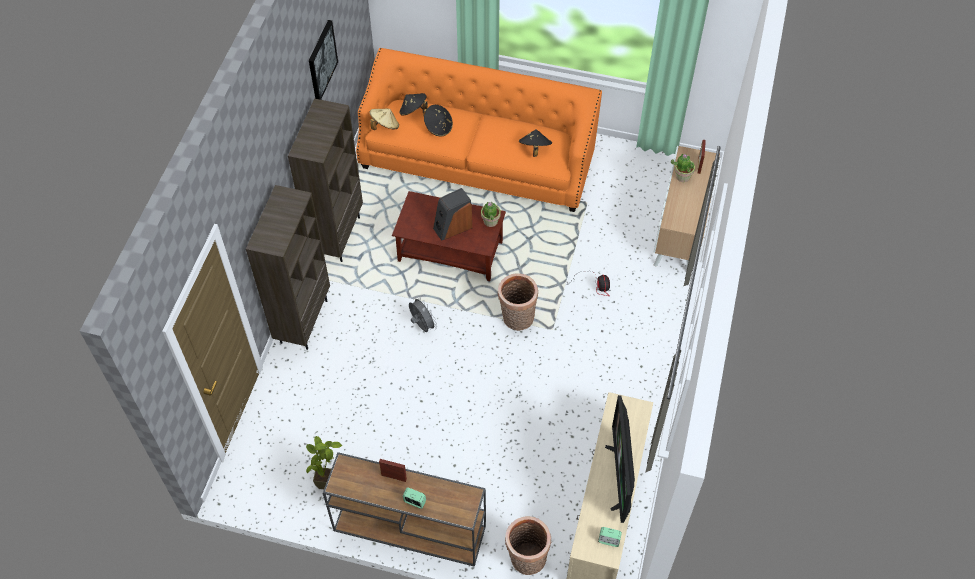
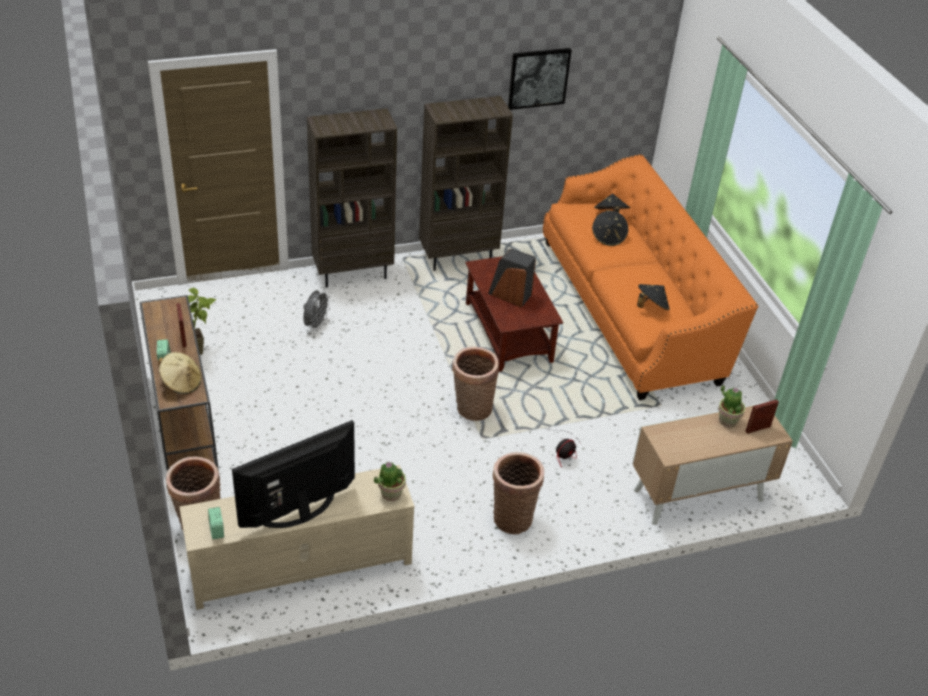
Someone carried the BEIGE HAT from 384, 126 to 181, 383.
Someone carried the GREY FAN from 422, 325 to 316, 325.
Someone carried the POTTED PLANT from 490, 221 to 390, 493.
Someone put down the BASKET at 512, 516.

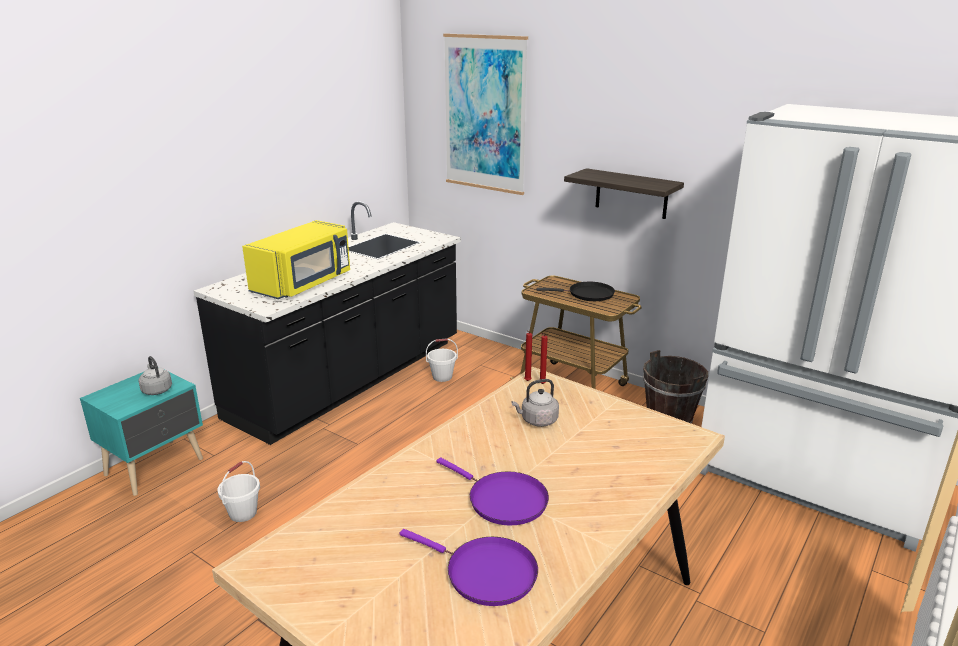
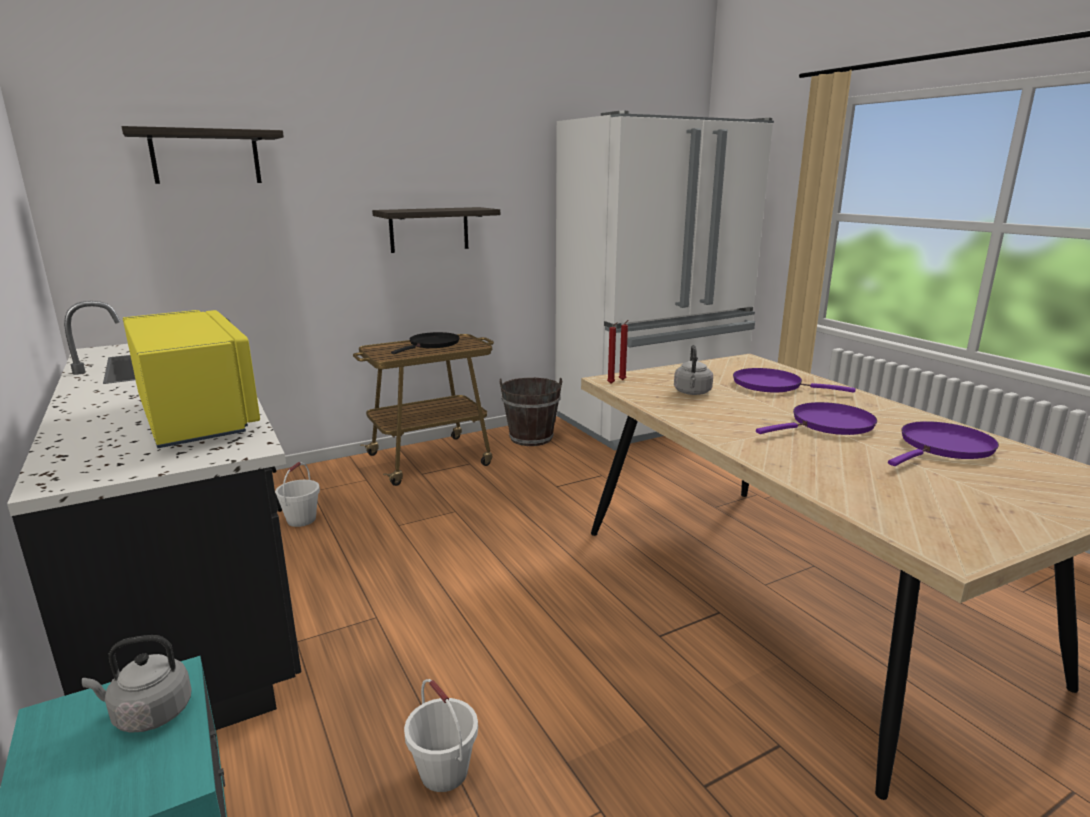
Someone swapped the PICTURE at 485, 114 for the SHELF at 206, 157.
Someone put down the PURPLE FRYING PAN at 771, 385.

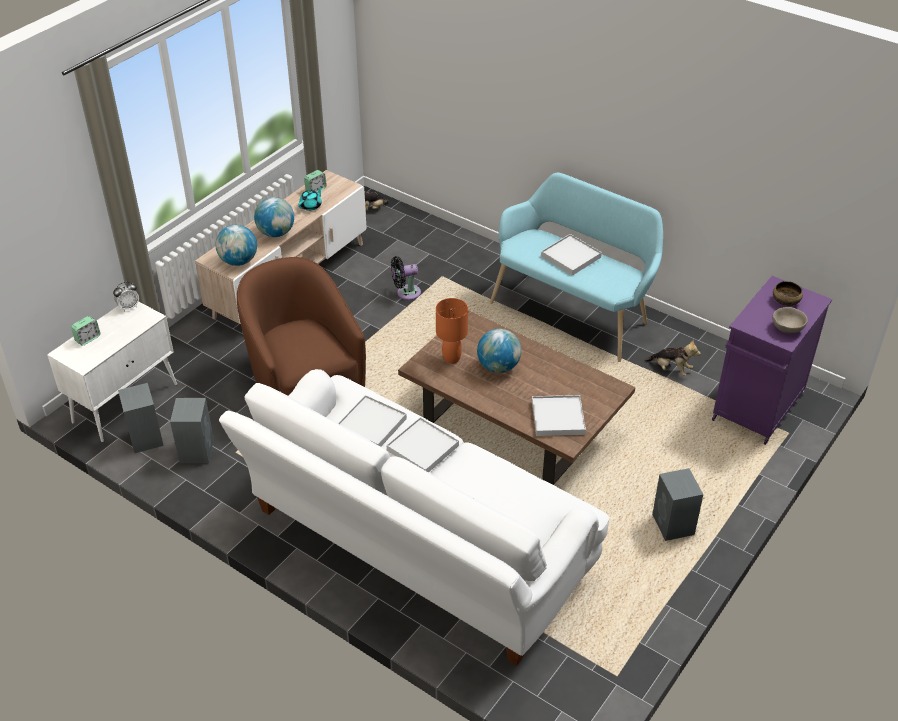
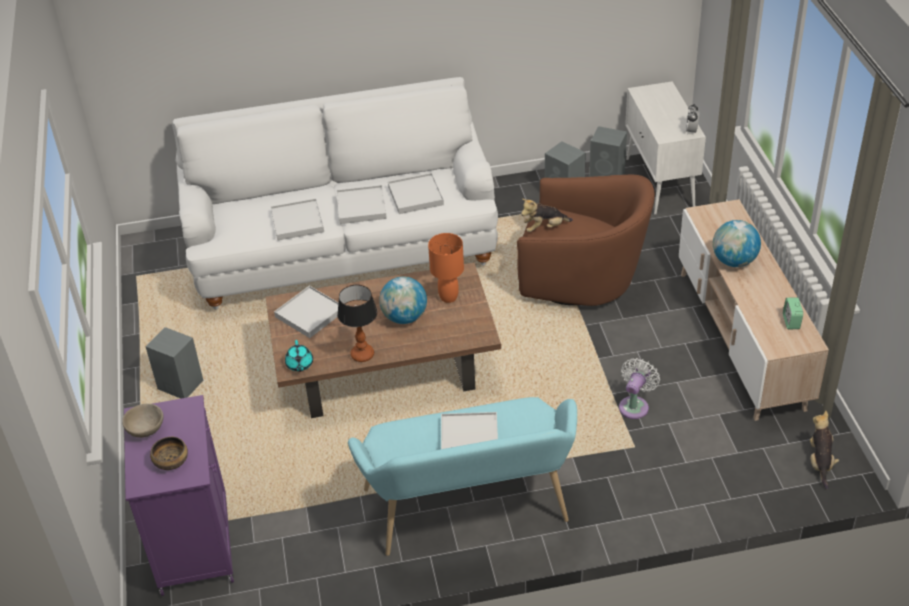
Someone put down the WHITE TRAY at 297, 222.
Someone carried the TURQUOISE TEAPOT from 311, 206 to 299, 364.
Someone put down the TABLE LAMP at 362, 354.
Someone carried the PLUSH TOY from 671, 369 to 544, 228.
Someone repainted the BLACK FAN at 406, 293, which became the WHITE FAN at 635, 405.
Someone took away the ALARM CLOCK at 88, 339.
Someone took away the GLOBE at 238, 261.

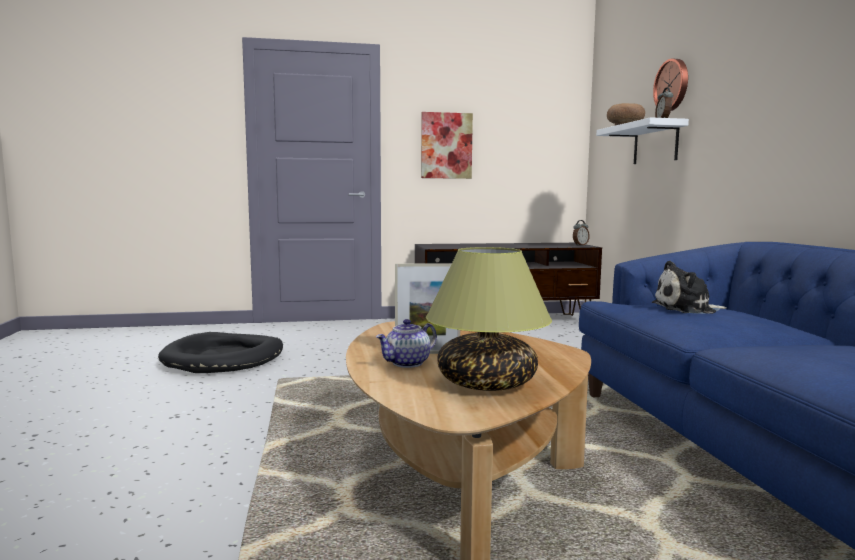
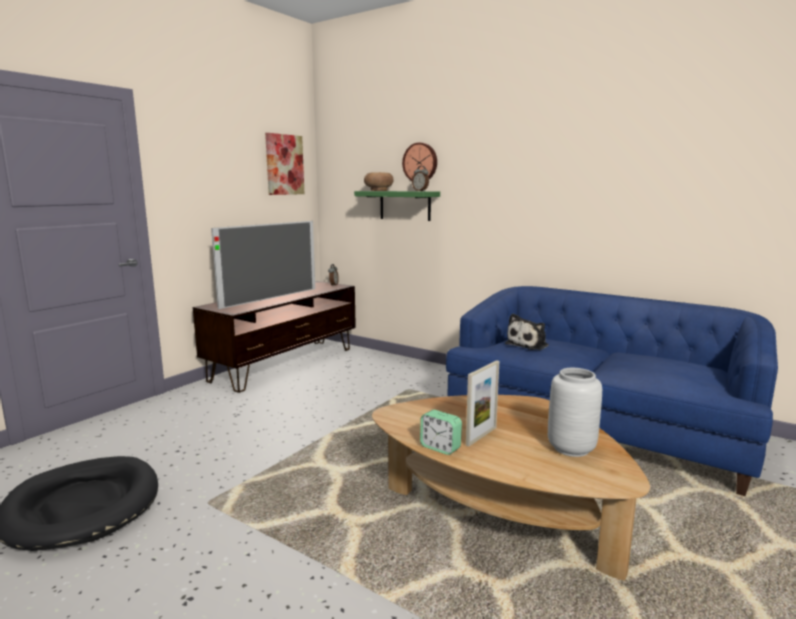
Someone put down the TELEVISION at 271, 298.
Someone carried the PICTURE from 446, 145 to 284, 164.
Someone repainted the WHITE SHELF at 655, 143, which became the GREEN SHELF at 405, 205.
Someone put down the ALARM CLOCK at 440, 447.
Someone swapped the TABLE LAMP at 487, 383 for the GREY VASE at 571, 448.
Someone took away the TEAPOT at 407, 363.

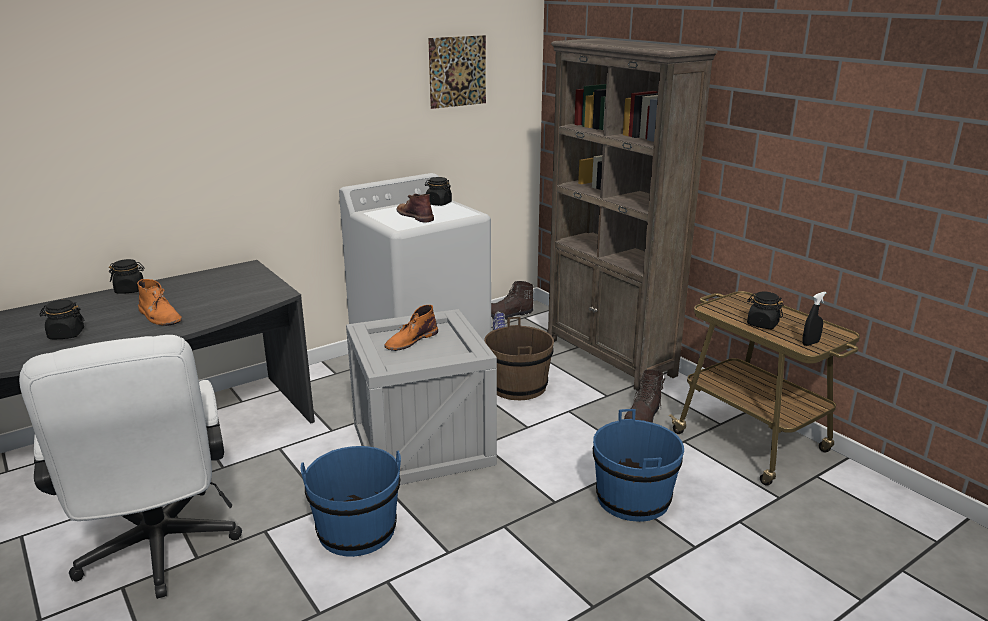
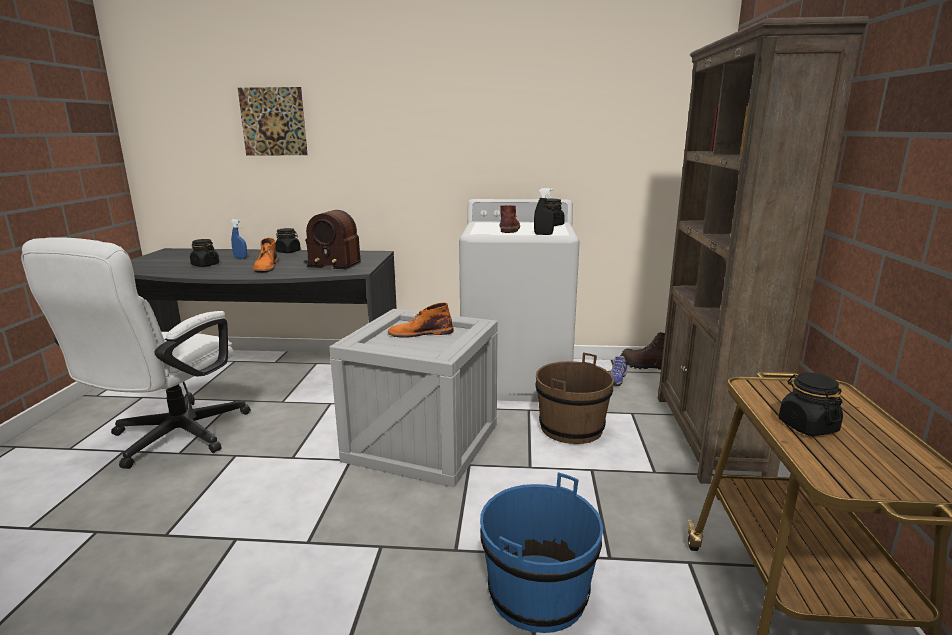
Someone put down the BLUE SPRAY BOTTLE at 240, 258.
Someone carried the PICTURE from 457, 71 to 273, 121.
Someone put down the RADIO at 332, 263.
Someone carried the BLACK SPRAY BOTTLE from 810, 343 to 543, 234.
Someone took away the BLUE BUCKET at 357, 530.
Someone took away the BROWN BOOT at 643, 419.

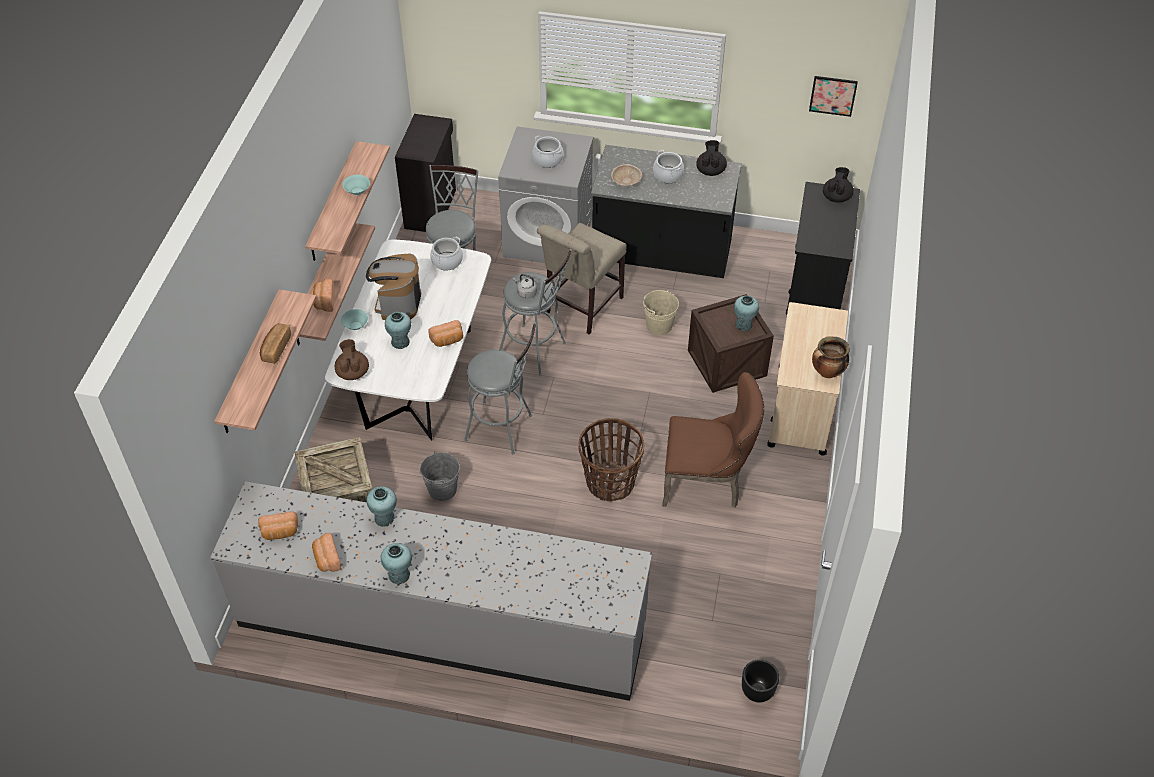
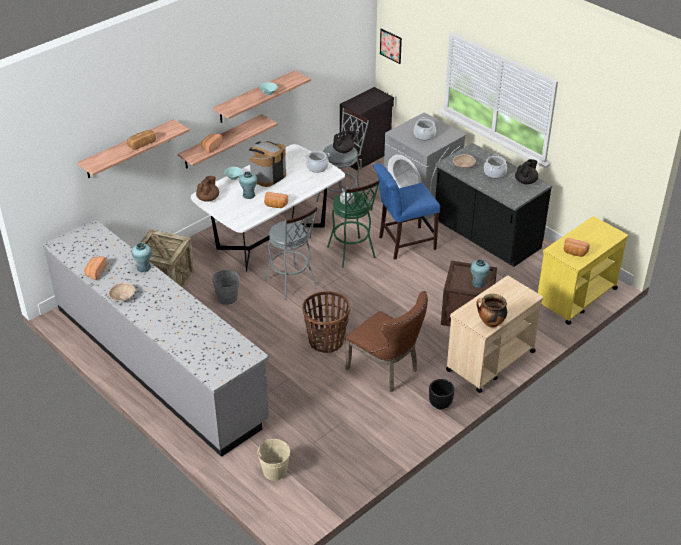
Someone swapped the TURQUOISE VASE at 399, 575 for the BEIGE BOWL at 122, 297.
Someone carried the BEIGE BUCKET from 659, 325 to 275, 471.
Someone repainted the GREY STOOL at 536, 352, which became the GREEN STOOL at 352, 254.
Someone carried the BLACK TEAPOT from 836, 197 to 344, 150.
Someone repainted the BEIGE CHAIR at 581, 307, which became the BLUE CHAIR at 403, 243.
Someone carried the PICTURE from 833, 95 to 391, 46.
Someone carried the BLACK PLANTER from 757, 692 to 440, 404.
Someone repainted the BLACK CART at 816, 284, which became the YELLOW CART at 575, 297.
Someone carried the BREAD from 280, 532 to 574, 253.

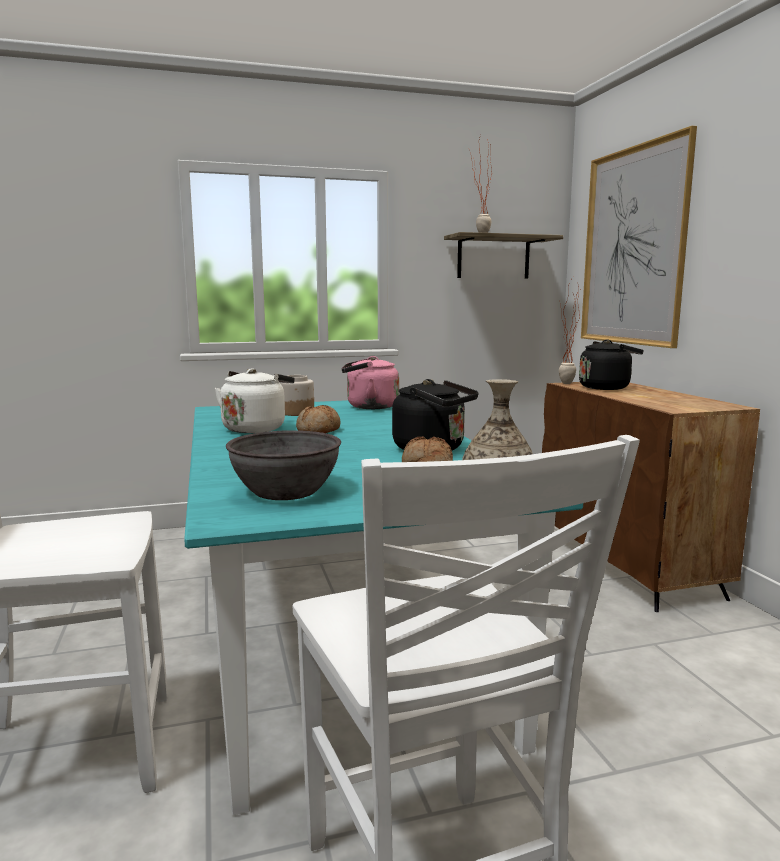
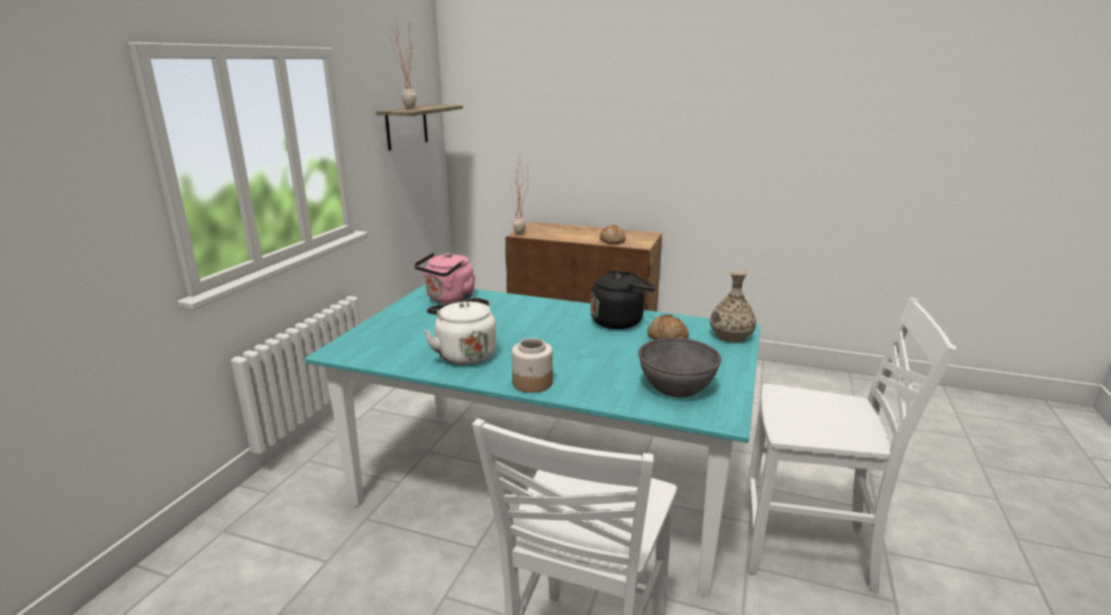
Someone carried the JAR from 297, 413 to 532, 383.
Someone carried the BREAD from 319, 431 to 612, 241.
Someone took away the BLACK KETTLE at 606, 387.
Someone took away the PICTURE at 633, 247.

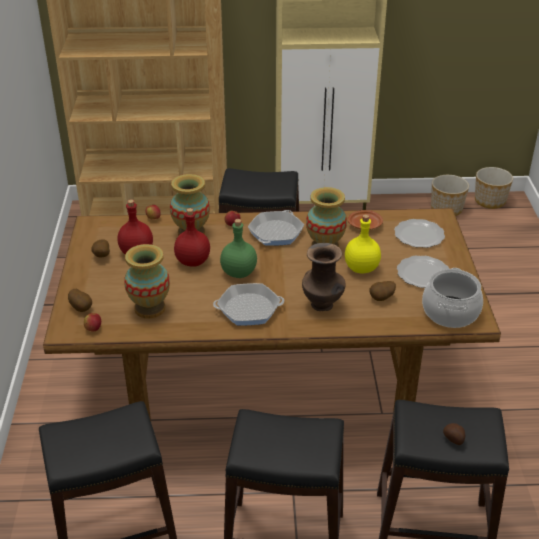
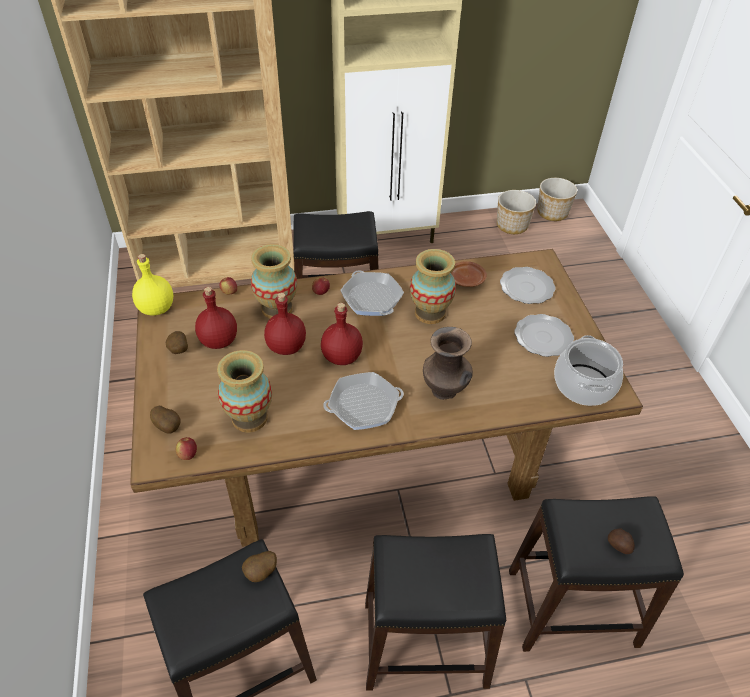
Someone carried the YELLOW BOTTLE from 361, 268 to 157, 308.
Someone carried the POTATO from 382, 299 to 261, 573.
Someone repainted the GREEN BOTTLE at 239, 273, which became the RED BOTTLE at 342, 357.
Someone rotated the FRYING PAN at 276, 232 by 135 degrees clockwise.

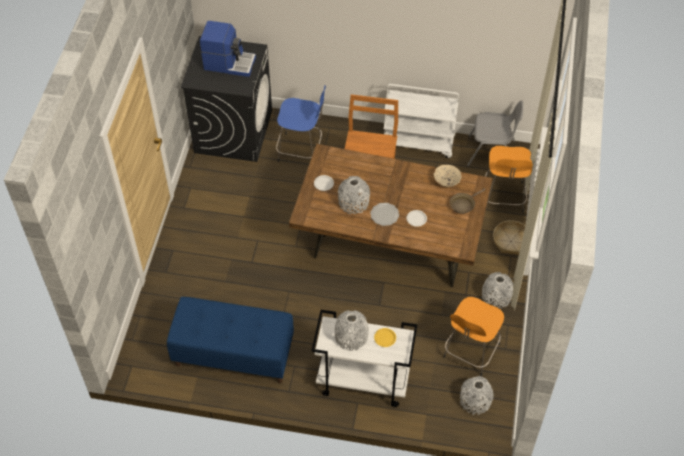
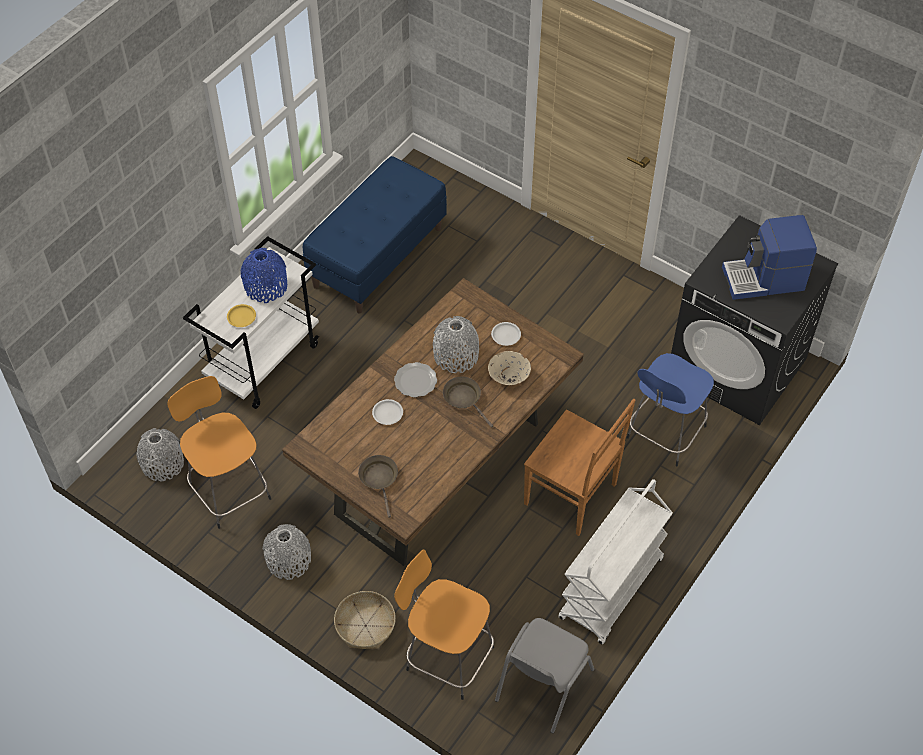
Someone repainted the GREY VASE at 351, 336, which became the BLUE VASE at 266, 287.
Someone put down the BROWN FRYING PAN at 464, 399.
Someone carried the BEIGE BOWL from 446, 182 to 509, 377.
Someone rotated the COFFEE MACHINE at 229, 63 by 45 degrees clockwise.

